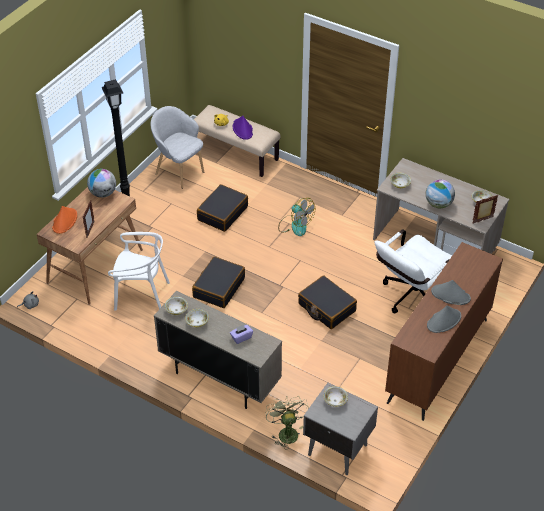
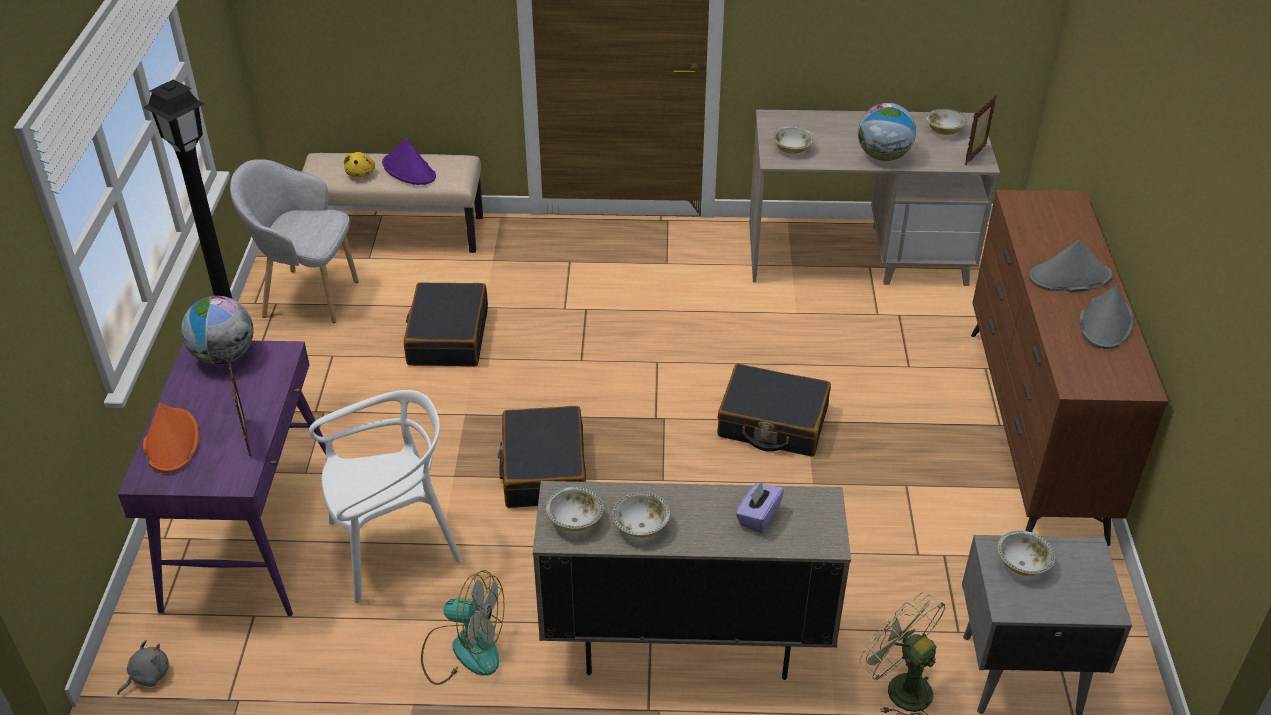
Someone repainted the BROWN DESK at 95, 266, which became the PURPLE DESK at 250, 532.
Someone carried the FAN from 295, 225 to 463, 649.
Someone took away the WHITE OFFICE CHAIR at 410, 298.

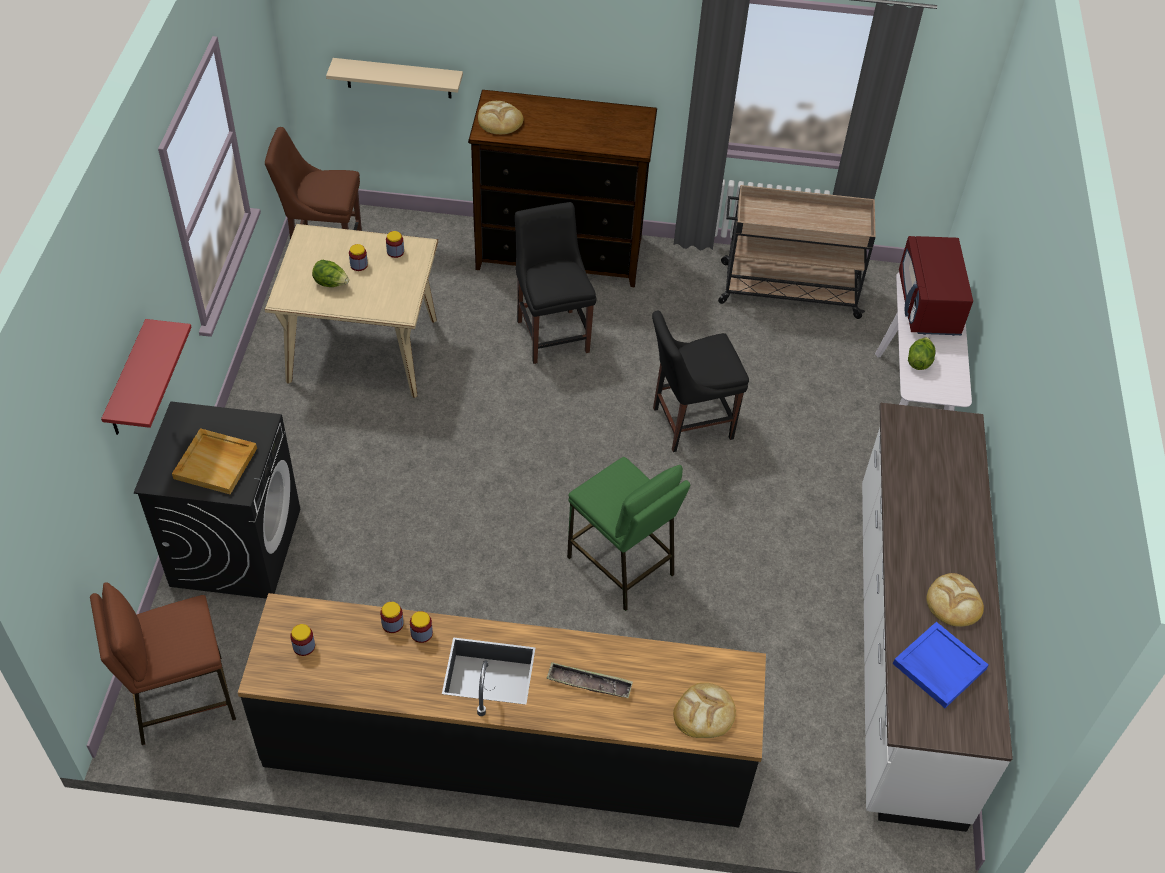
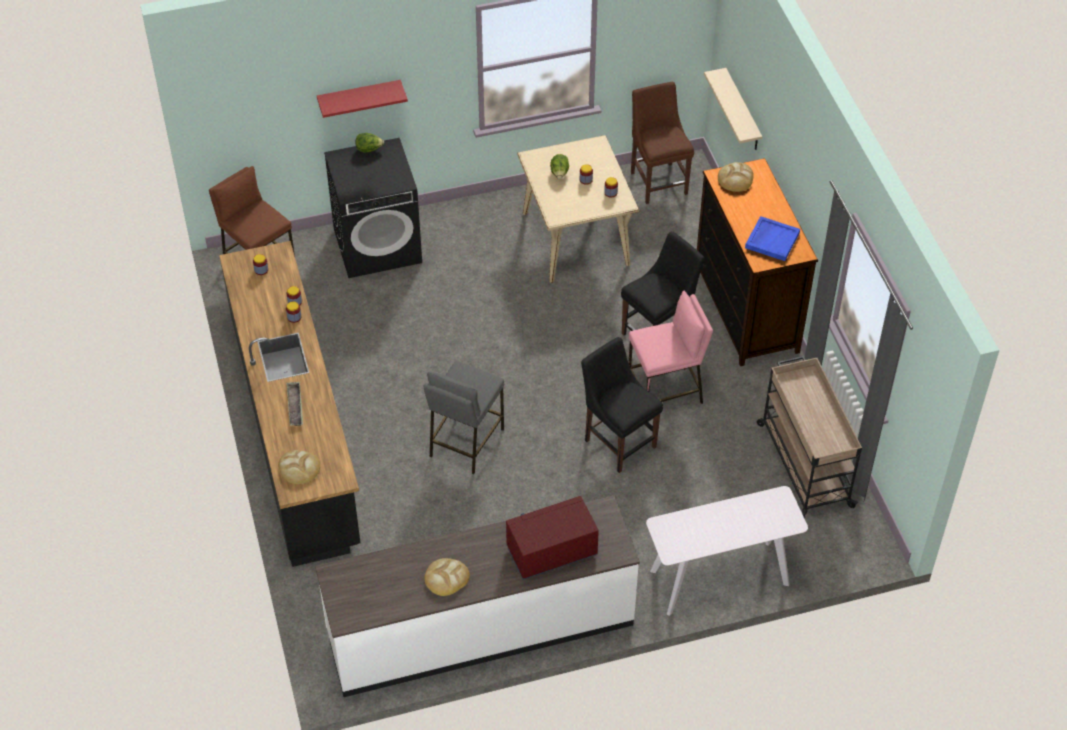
Someone carried the LETTUCE from 919, 361 to 369, 149.
Someone repainted the GREEN STOOL at 621, 566, which became the GREY STOOL at 465, 442.
Someone carried the RED MICROWAVE from 929, 305 to 551, 552.
Someone put down the PINK STOOL at 665, 393.
Someone carried the BLUE TRAY from 938, 666 to 772, 240.
Someone took away the BEIGE TRAY at 216, 463.

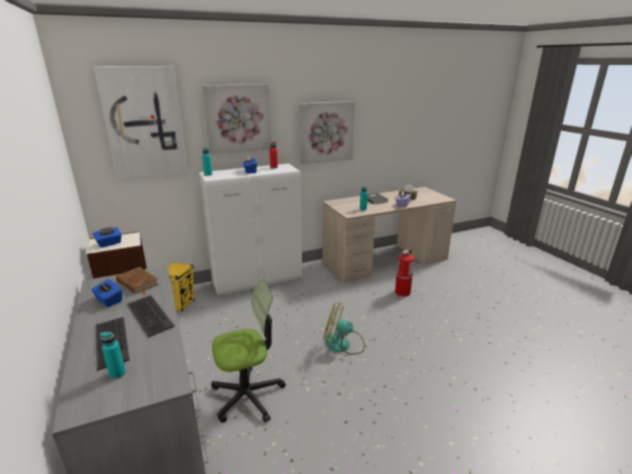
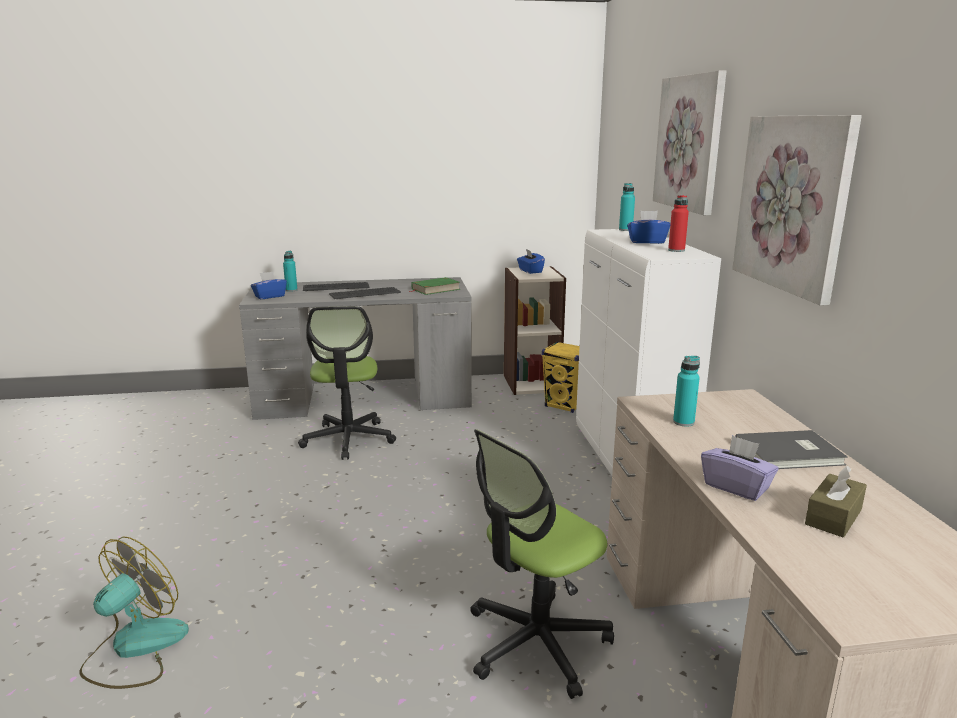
Someone carried the FAN from 343, 344 to 135, 648.
Someone carried the BLUE TISSUE BOX from 109, 300 to 269, 296.
Someone repainted the BROWN BOOK at 137, 283, which became the GREEN BOOK at 435, 289.
Someone swapped the FIRE EXTINGUISHER at 402, 292 for the OFFICE CHAIR at 536, 643.
Someone took away the PICTURE at 144, 123.

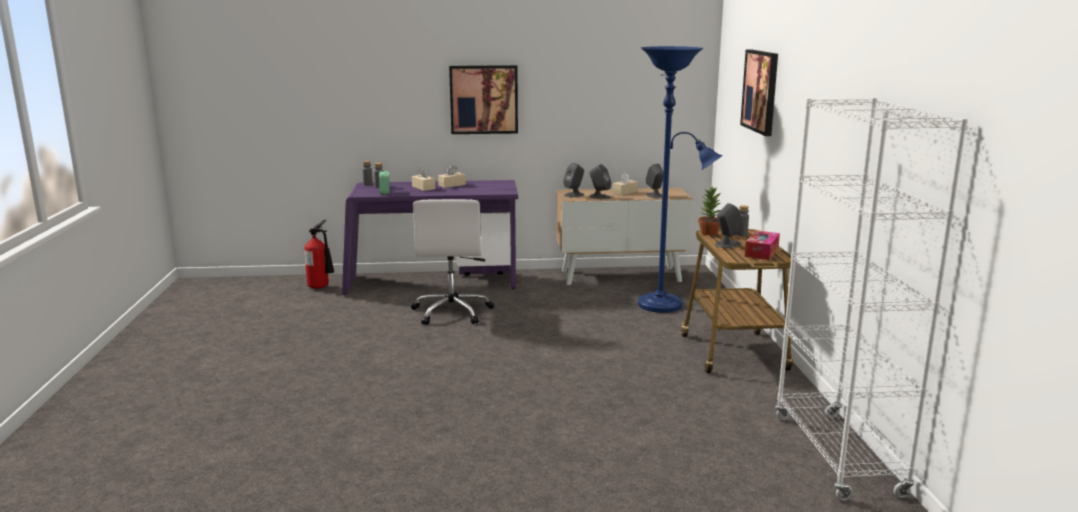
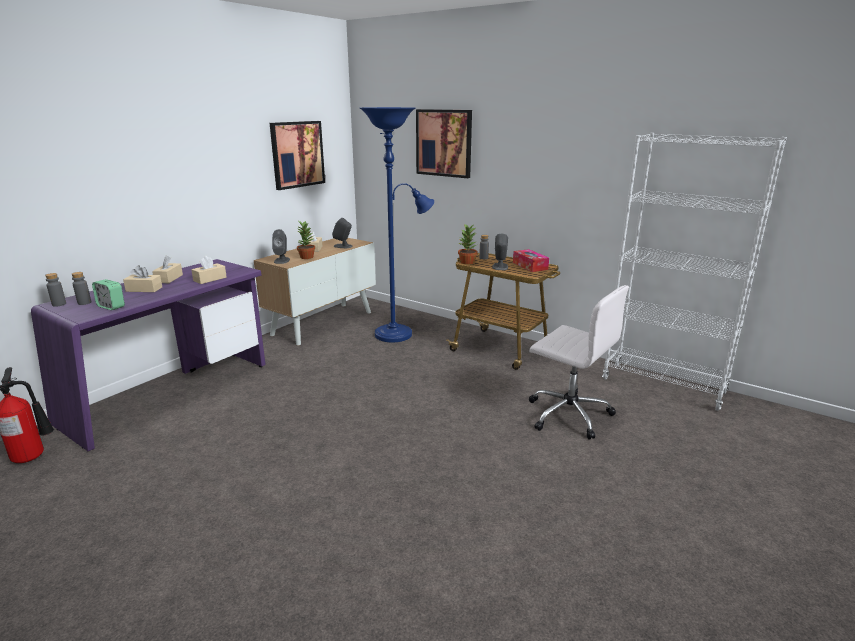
Someone put down the BEIGE TISSUE BOX at 210, 279.
Someone carried the PICTURE from 484, 99 to 297, 154.
Someone swapped the GREY SPEAKER at 599, 197 for the POTTED PLANT at 306, 257.
Someone carried the WHITE OFFICE CHAIR from 452, 312 to 567, 414.

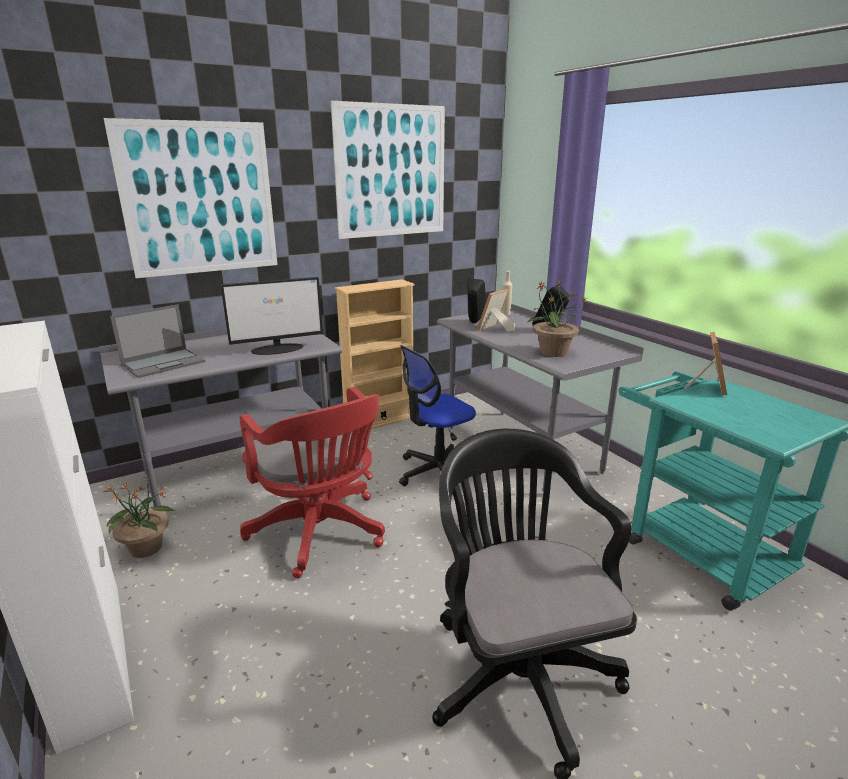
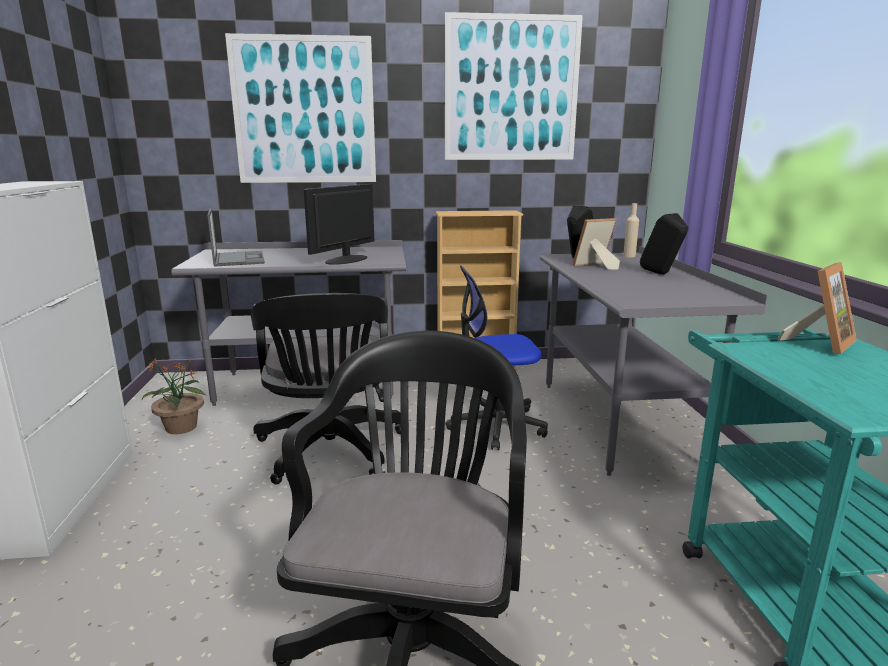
Someone rotated the LAPTOP at 164, 363 by 90 degrees counterclockwise.
Someone repainted the RED OFFICE CHAIR at 321, 533, which became the BLACK OFFICE CHAIR at 330, 452.
Someone rotated the MONITOR at 278, 349 by 120 degrees clockwise.
Someone took away the POTTED PLANT at 552, 352.

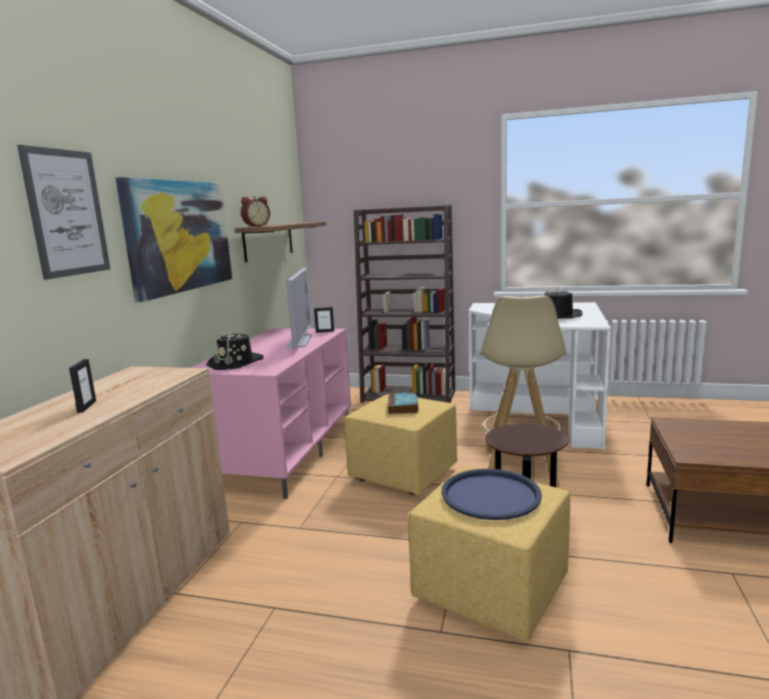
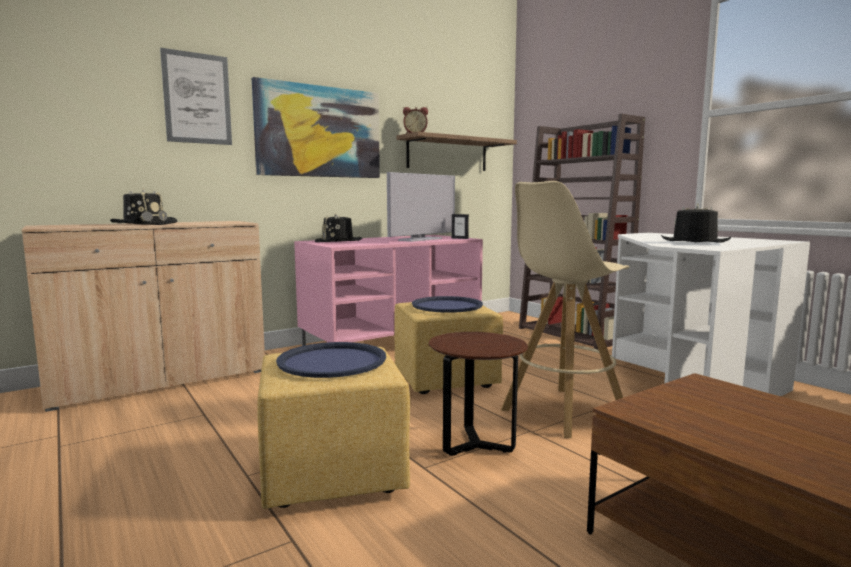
Someone swapped the PICTURE FRAME at 86, 407 for the BLACK HAT at 144, 224.
Someone swapped the BOOK at 403, 407 for the BLUE TRAY at 447, 306.

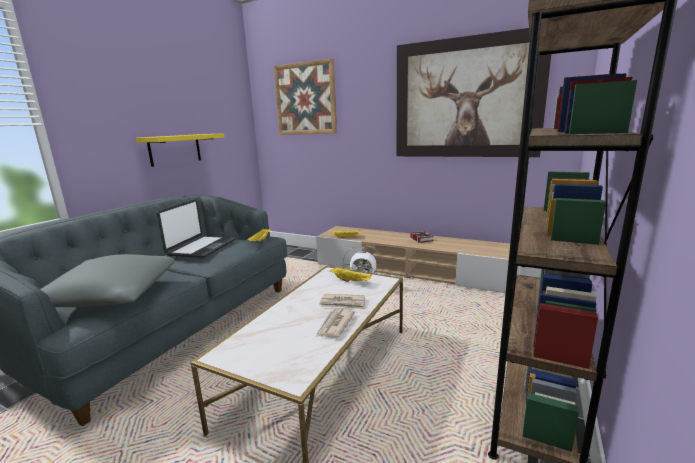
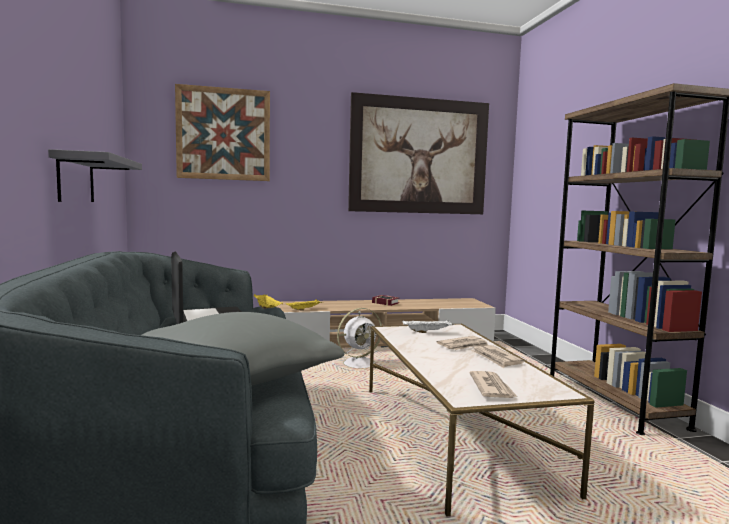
Someone repainted the YELLOW SHELF at 175, 149, which became the GREY SHELF at 75, 179.
Someone repainted the YELLOW TRAY at 351, 281, which became the WHITE TRAY at 428, 332.
Someone put down the NEWSPAPER at 492, 387.

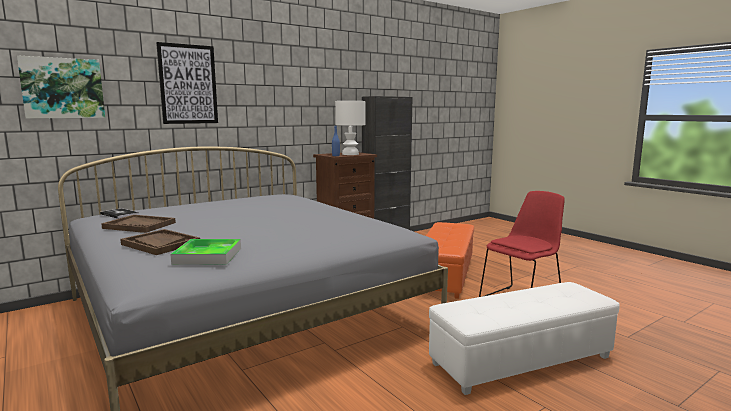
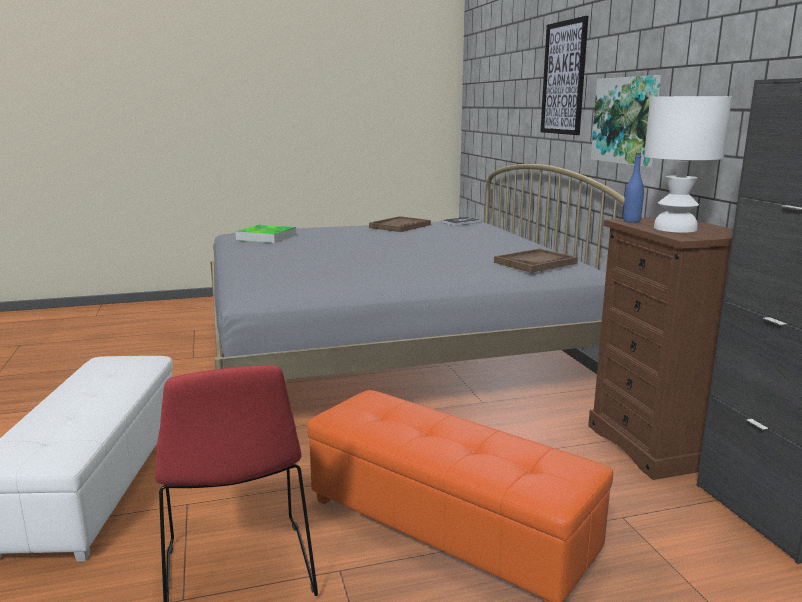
Someone carried the BROWN TRAY from 160, 244 to 535, 263.
Someone carried the PICTURE from 63, 88 to 626, 120.

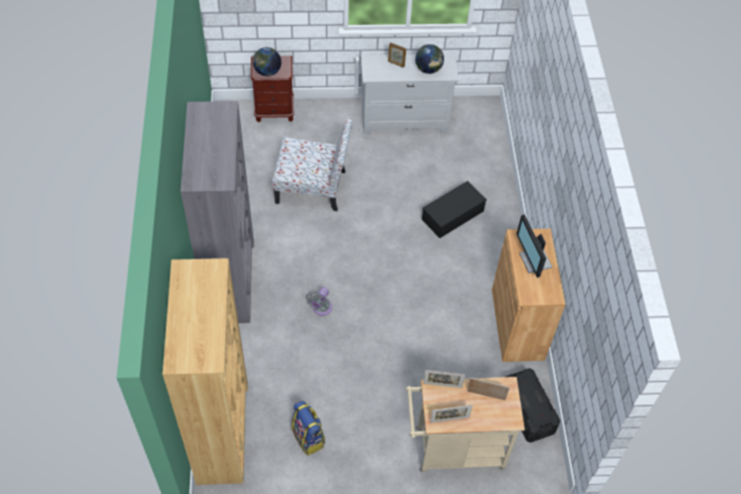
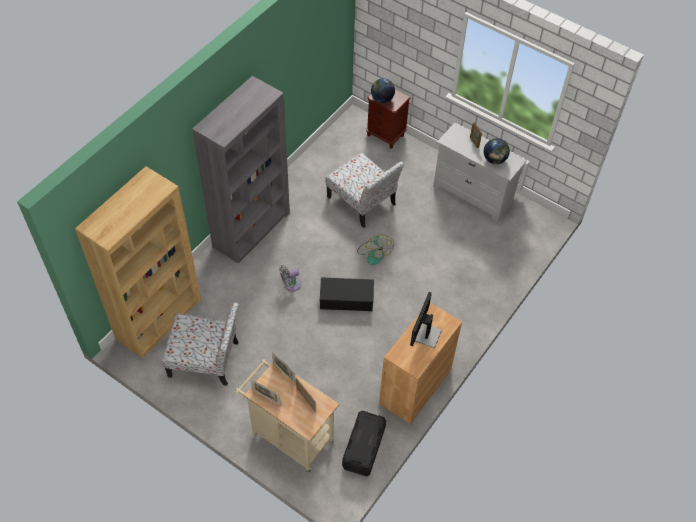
Someone swapped the BACKPACK at 308, 437 for the CHAIR at 206, 359.
Someone carried the BLACK STORAGE BOX from 452, 216 to 345, 299.
Someone put down the FAN at 374, 253.

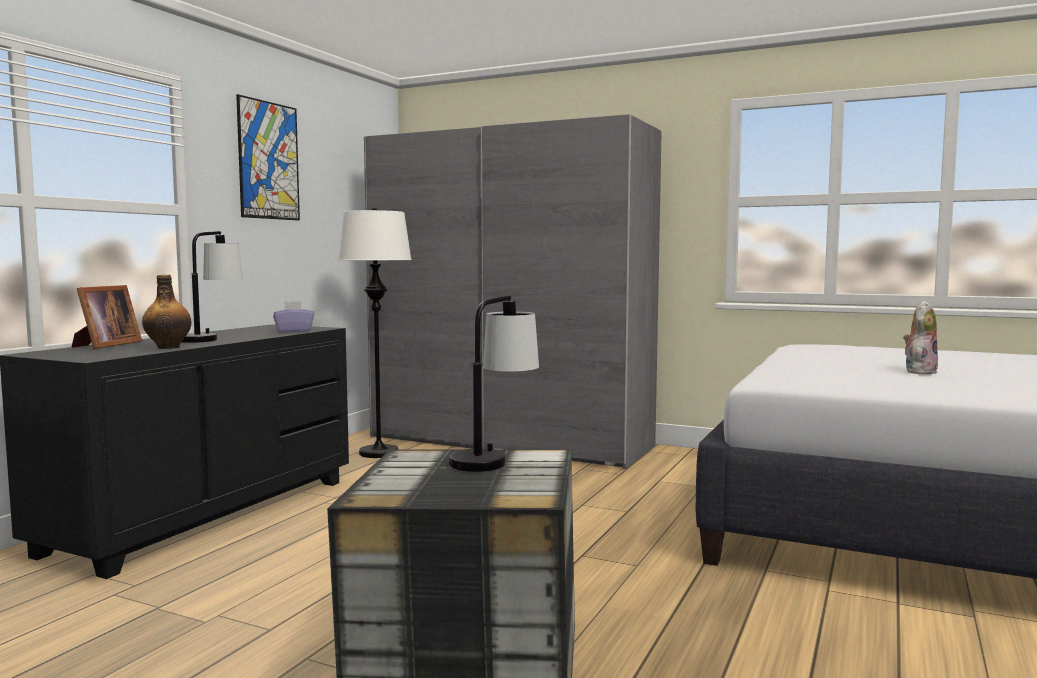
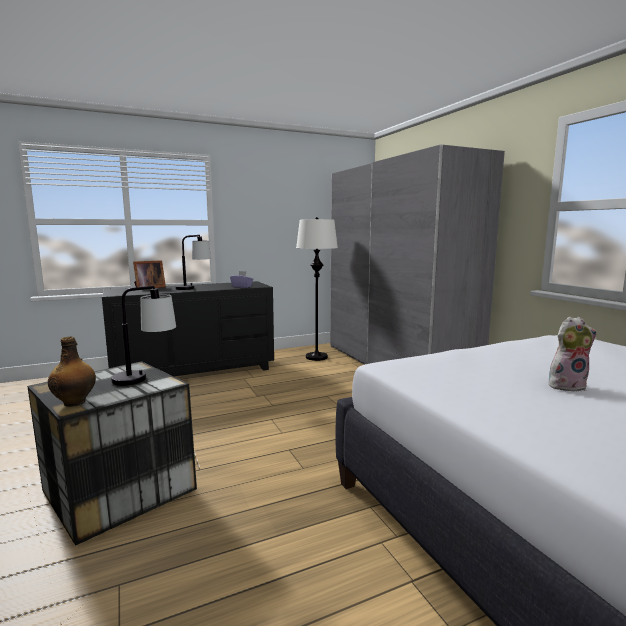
Someone carried the BOTTLE from 168, 347 to 75, 402.
Someone took away the PICTURE at 268, 160.

